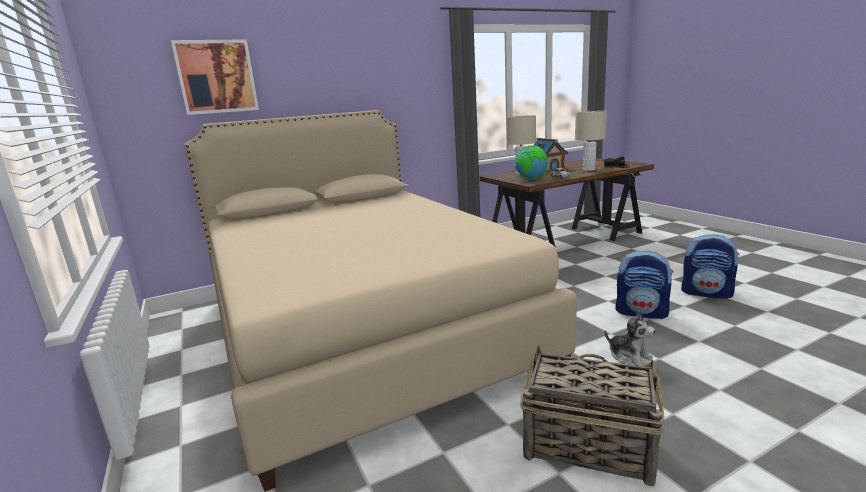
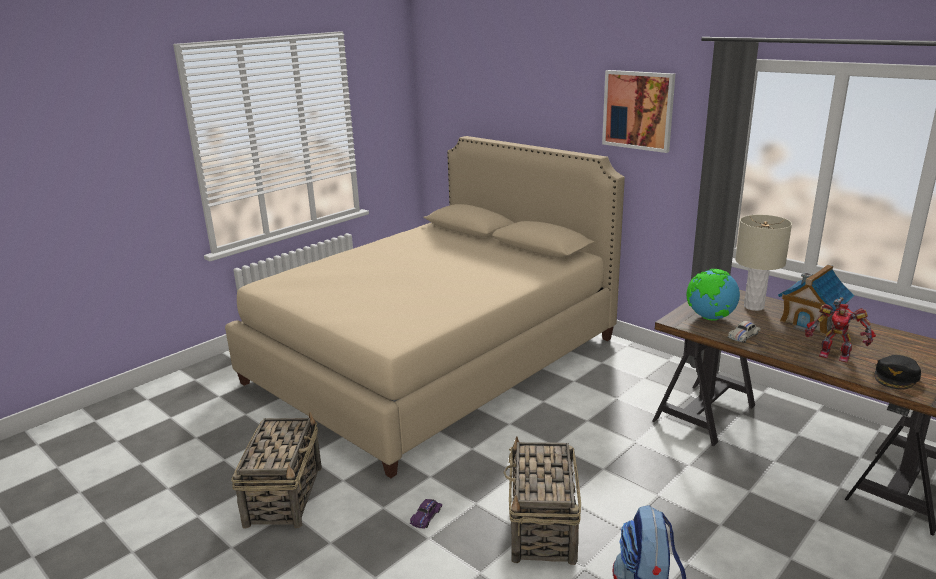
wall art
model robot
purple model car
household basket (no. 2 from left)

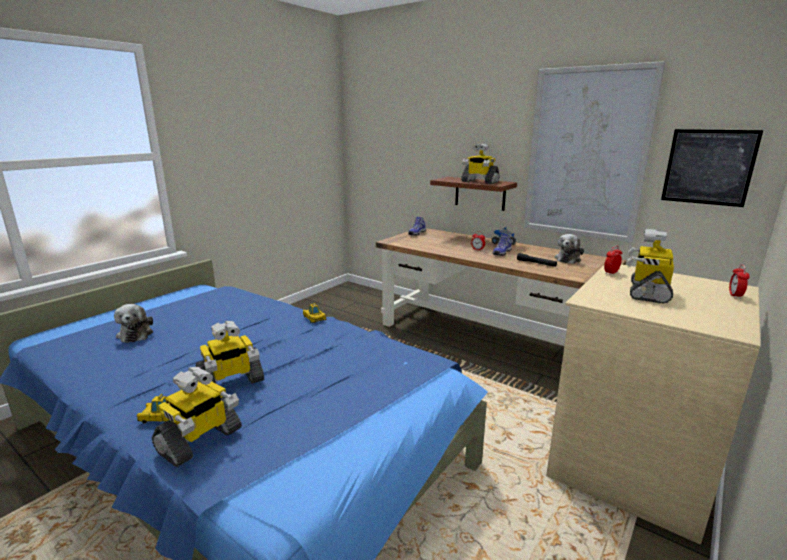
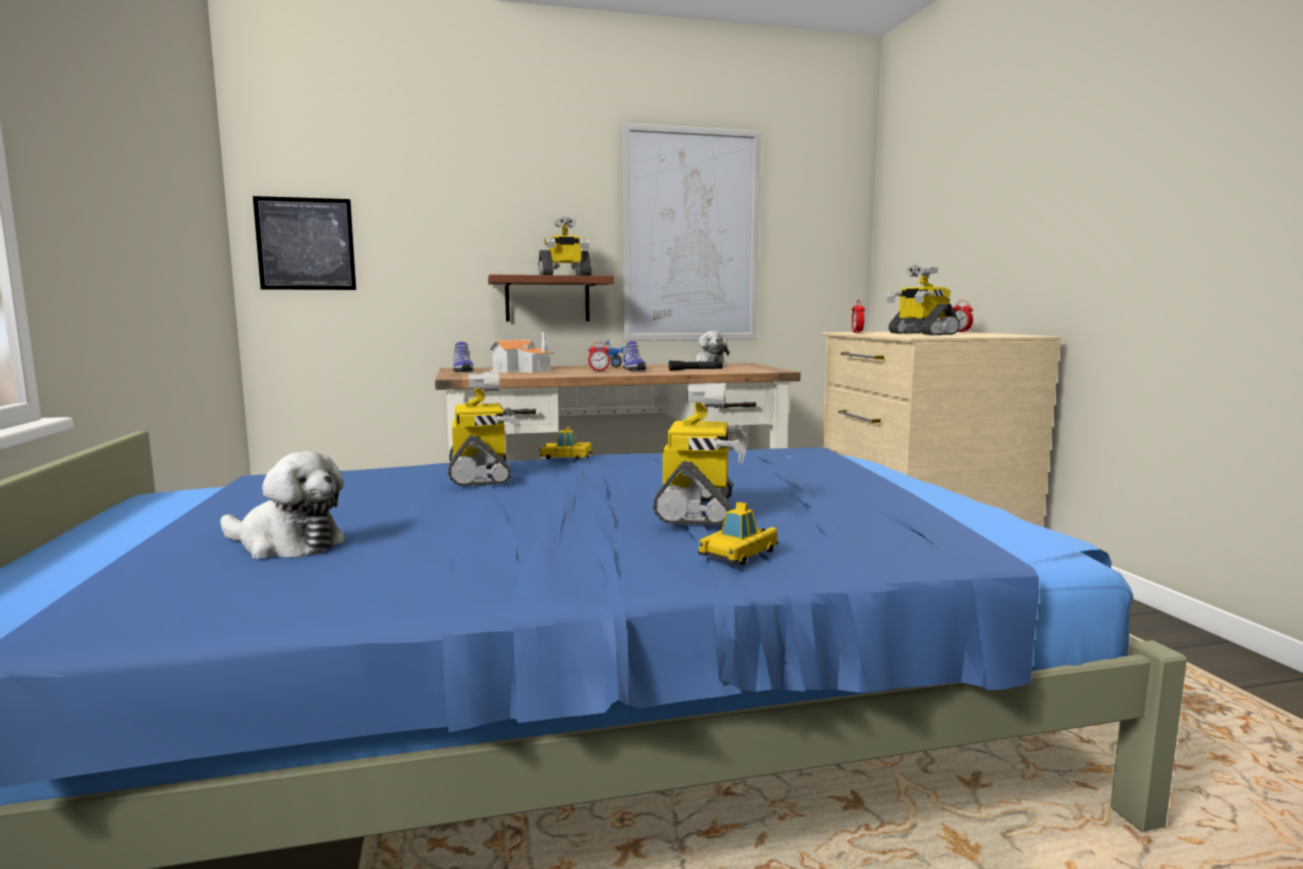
toy house
model robot (no. 1 from left)
wall art (no. 1 from left)

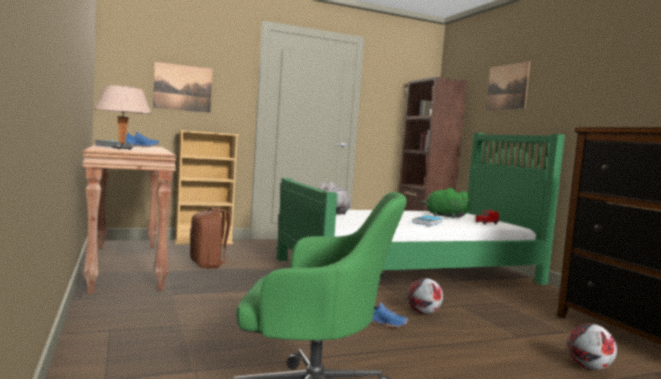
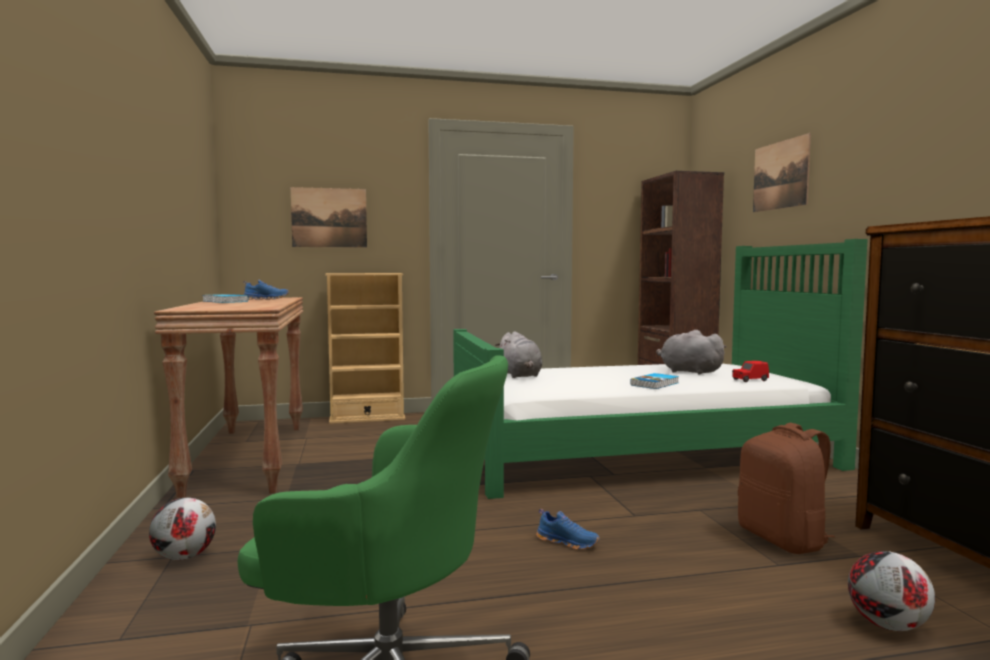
sand-coloured tabletop lamp
brown knapsack
ball for football (no. 1 from left)
gray plush toy (no. 2 from left)

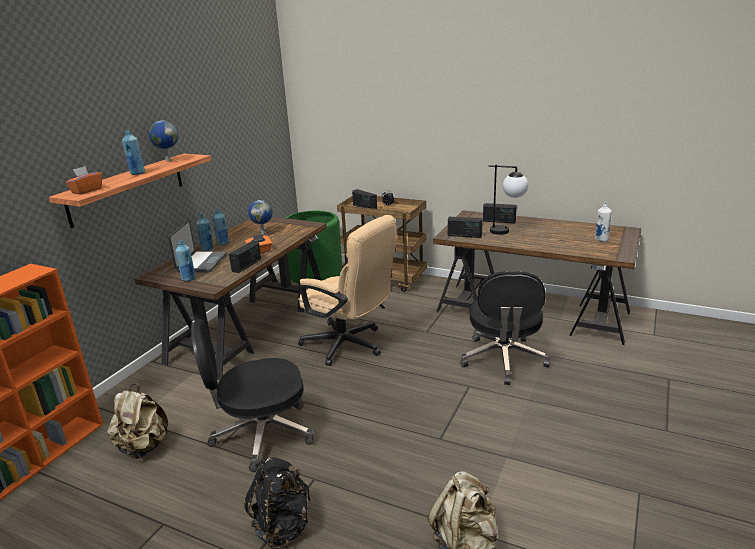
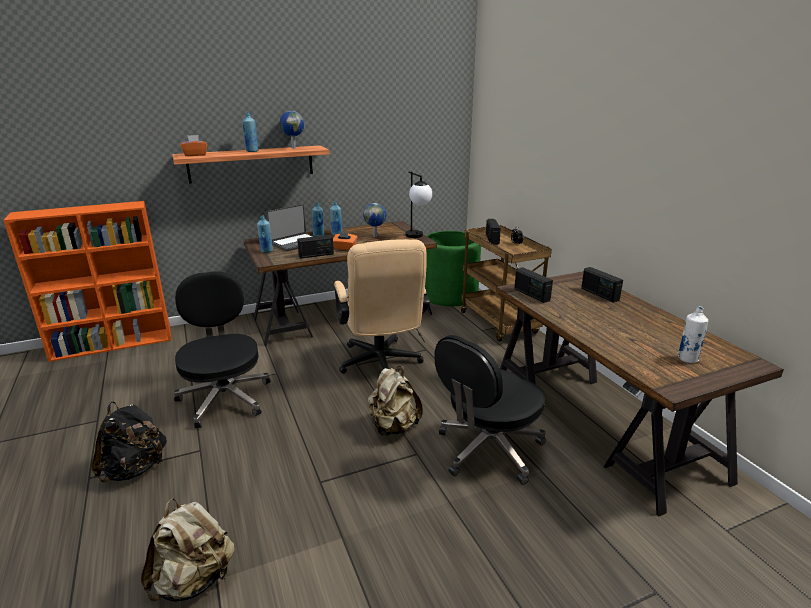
sand-coloured knapsack (no. 2 from left)
tabletop lamp
black-coloured desk chair (no. 1 from left)

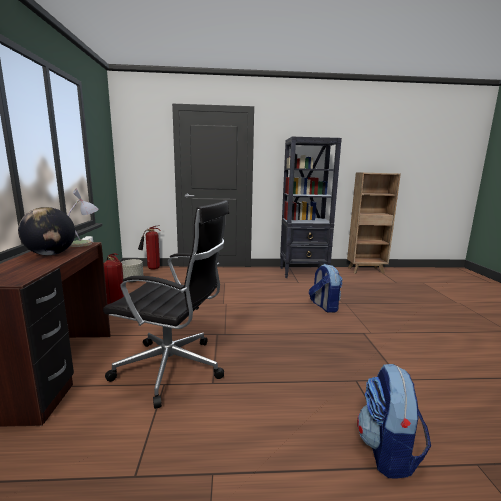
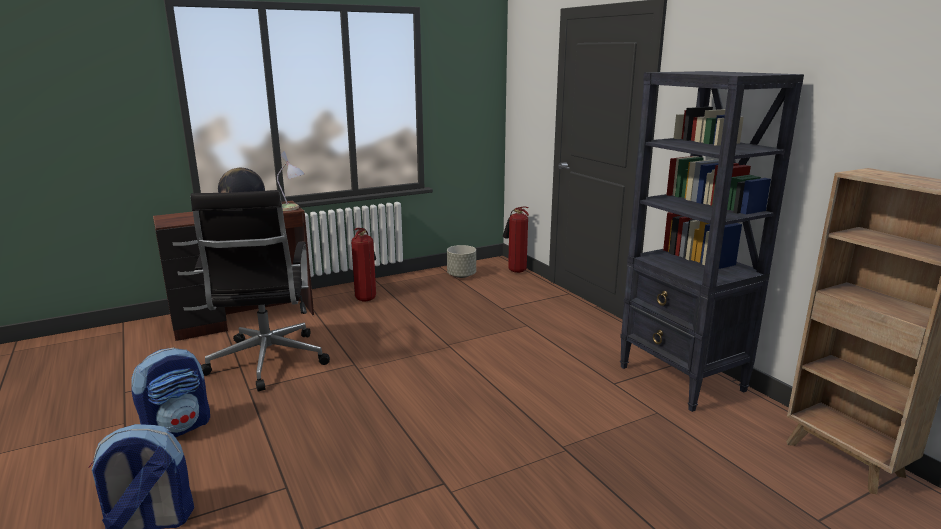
knapsack (no. 2 from left)

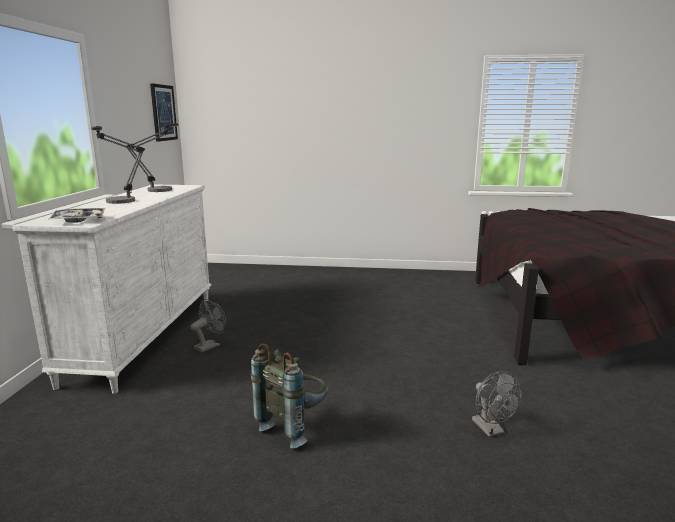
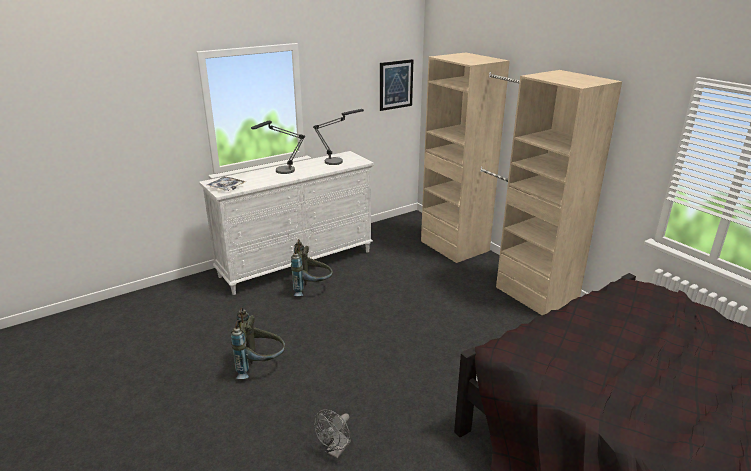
sand-coloured clothes cupboard
gray knapsack (no. 2 from left)

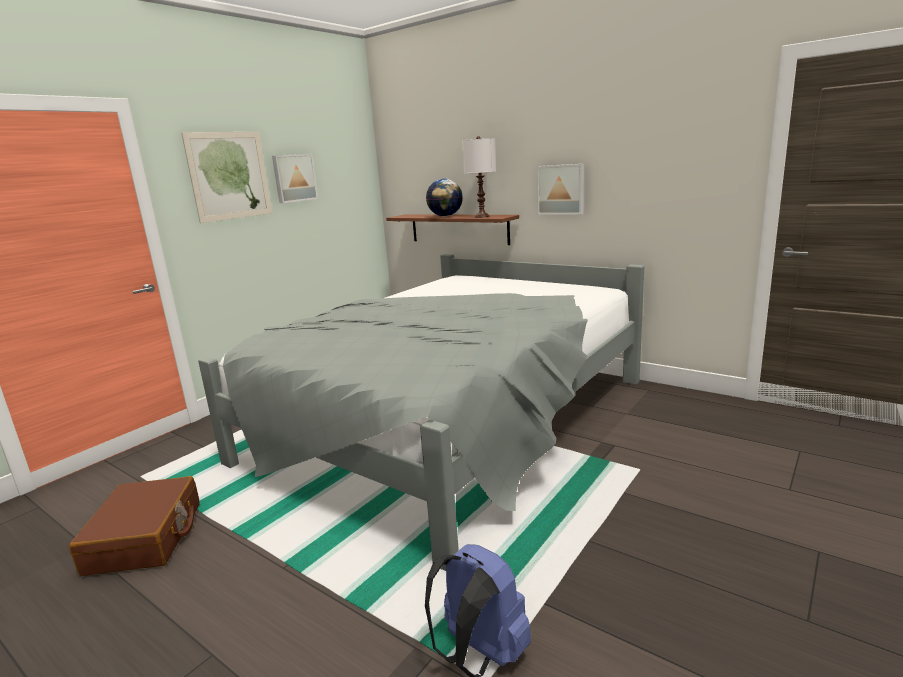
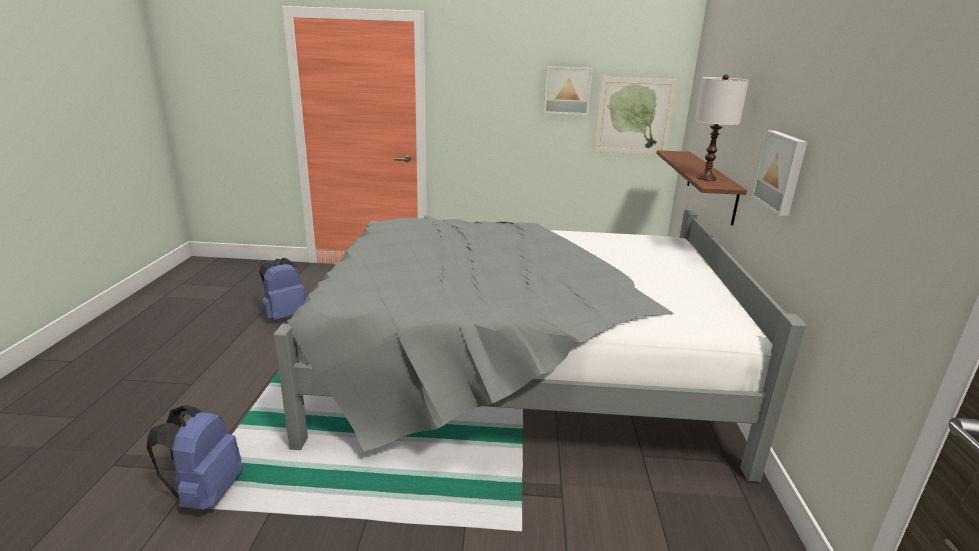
world globe
wall art (no. 2 from left)
blue knapsack (no. 2 from left)

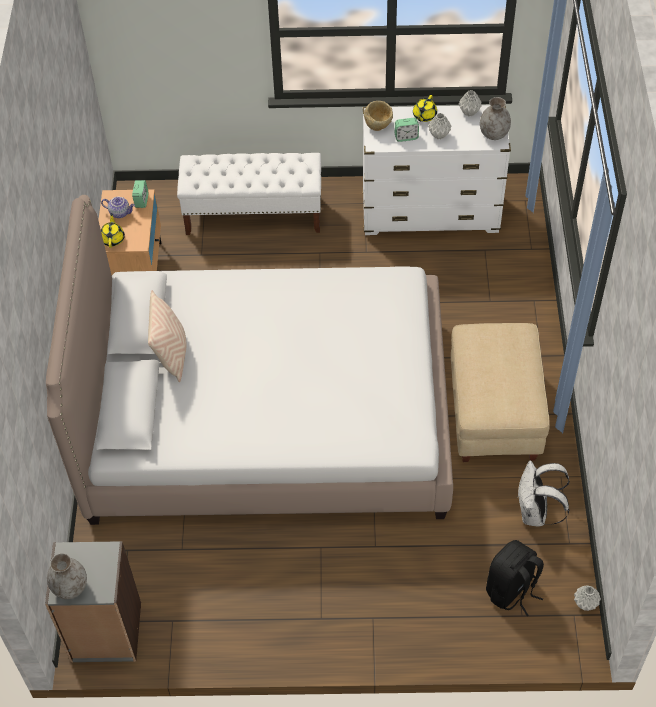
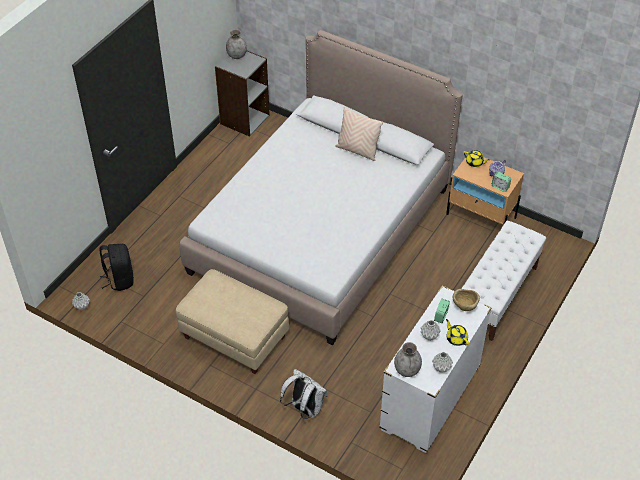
white knapsack

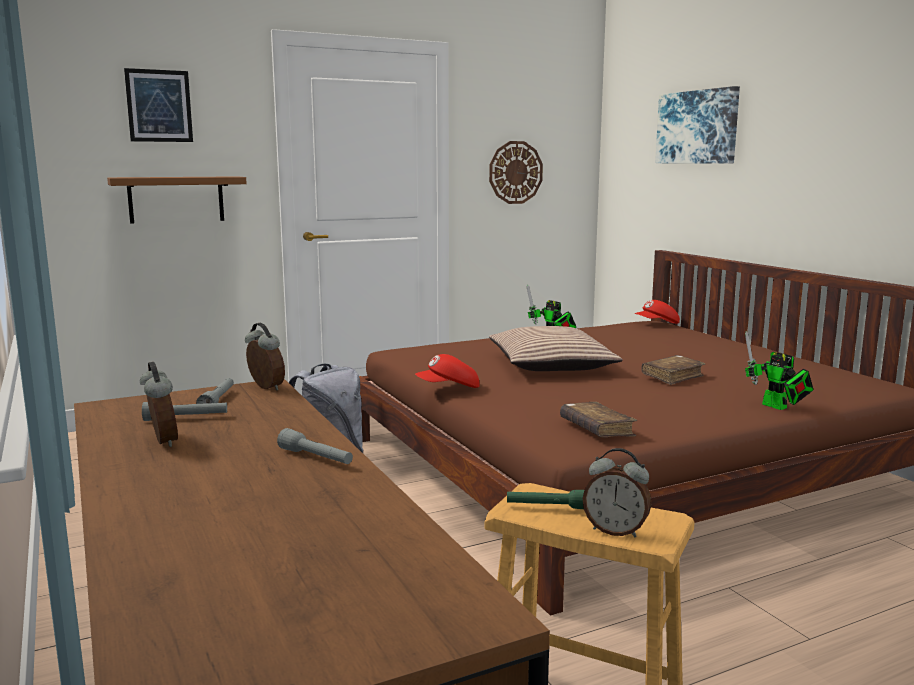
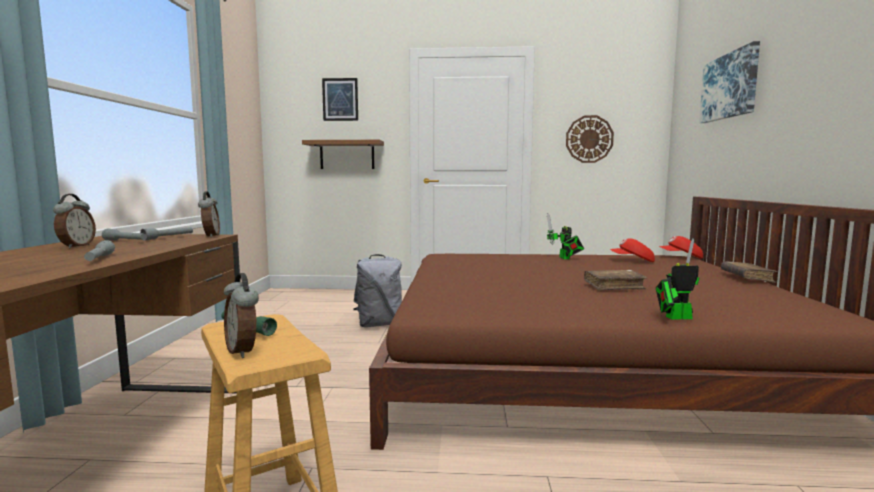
throw pillow
red-coloured baseball cap (no. 1 from left)
brown book (no. 2 from left)
model robot (no. 2 from left)

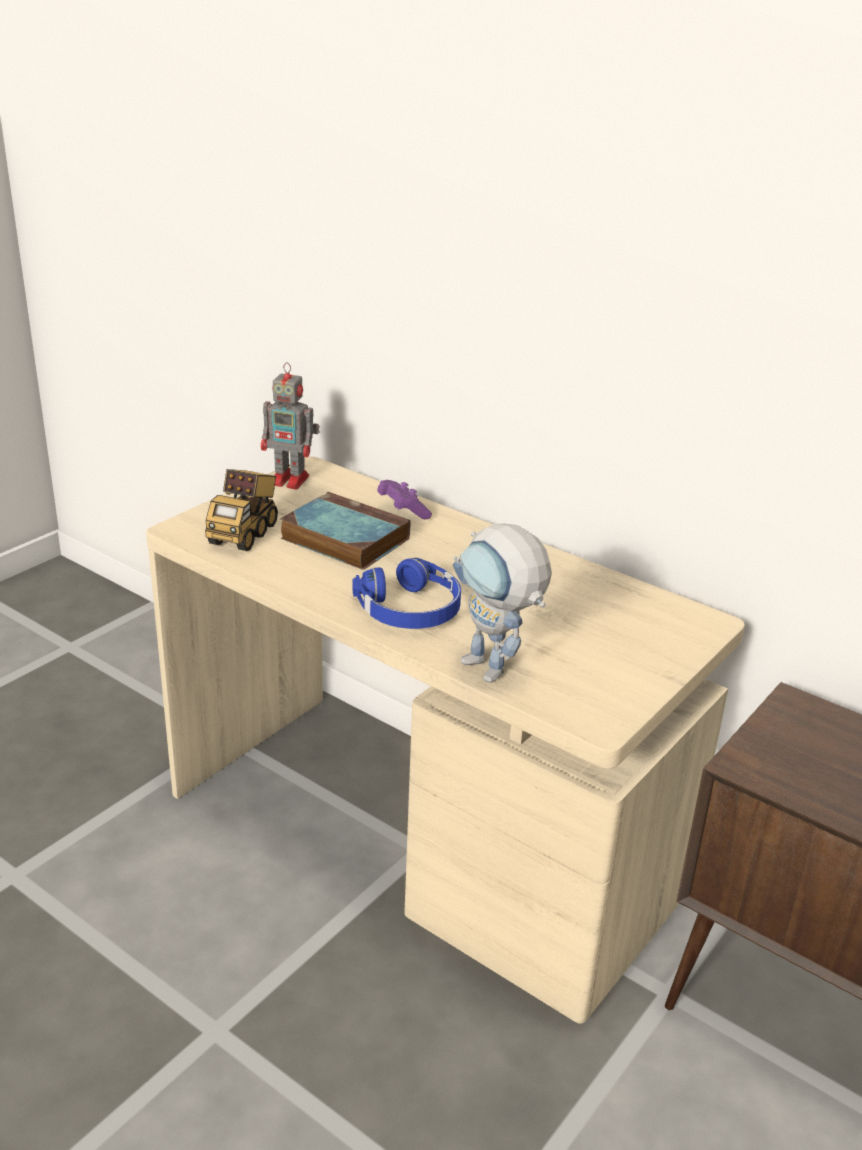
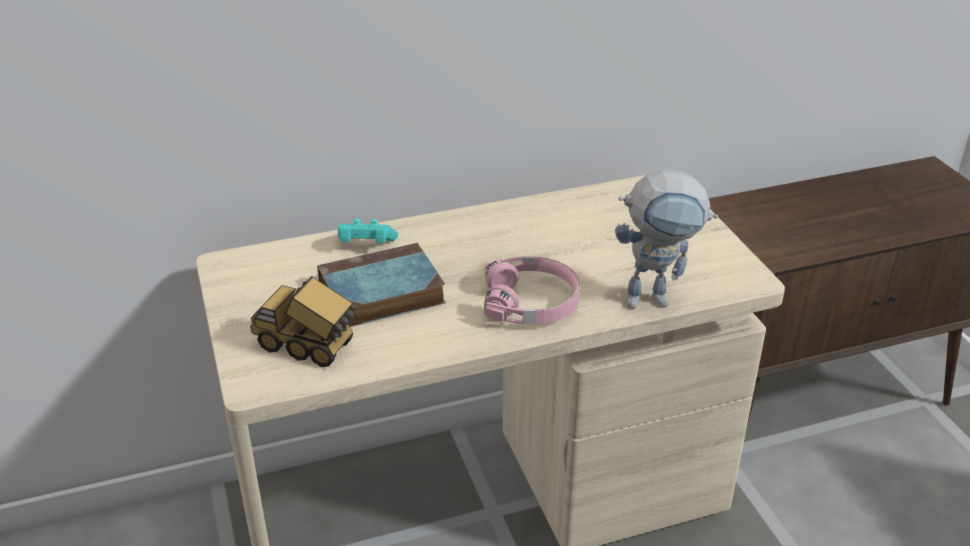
model robot (no. 1 from left in the first image)
pinkish headset
blue-green joypad
toy truck

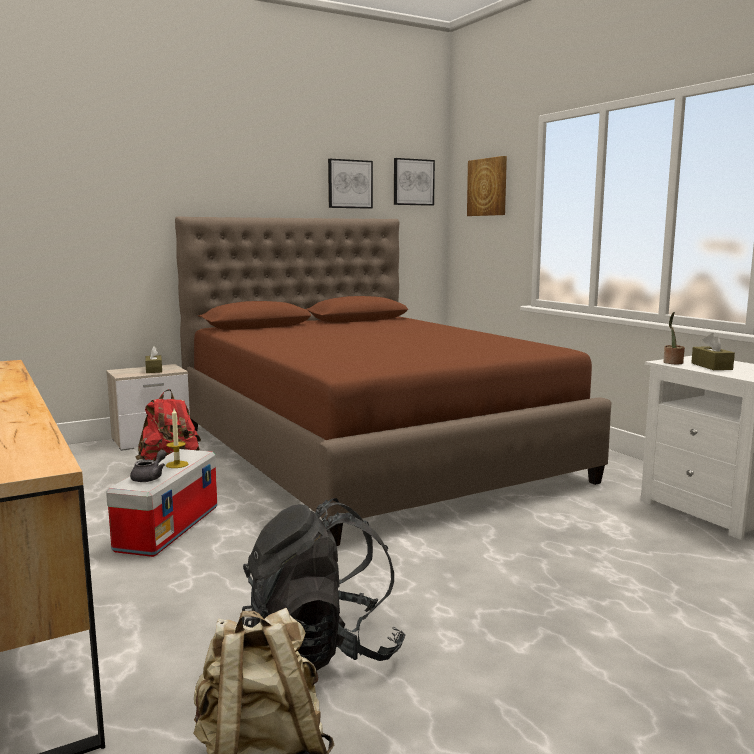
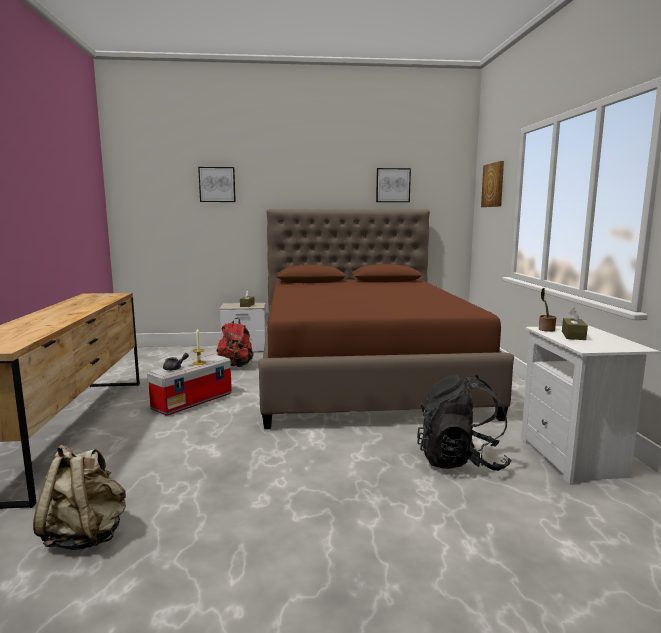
black-coloured knapsack
wall art (no. 1 from left)

